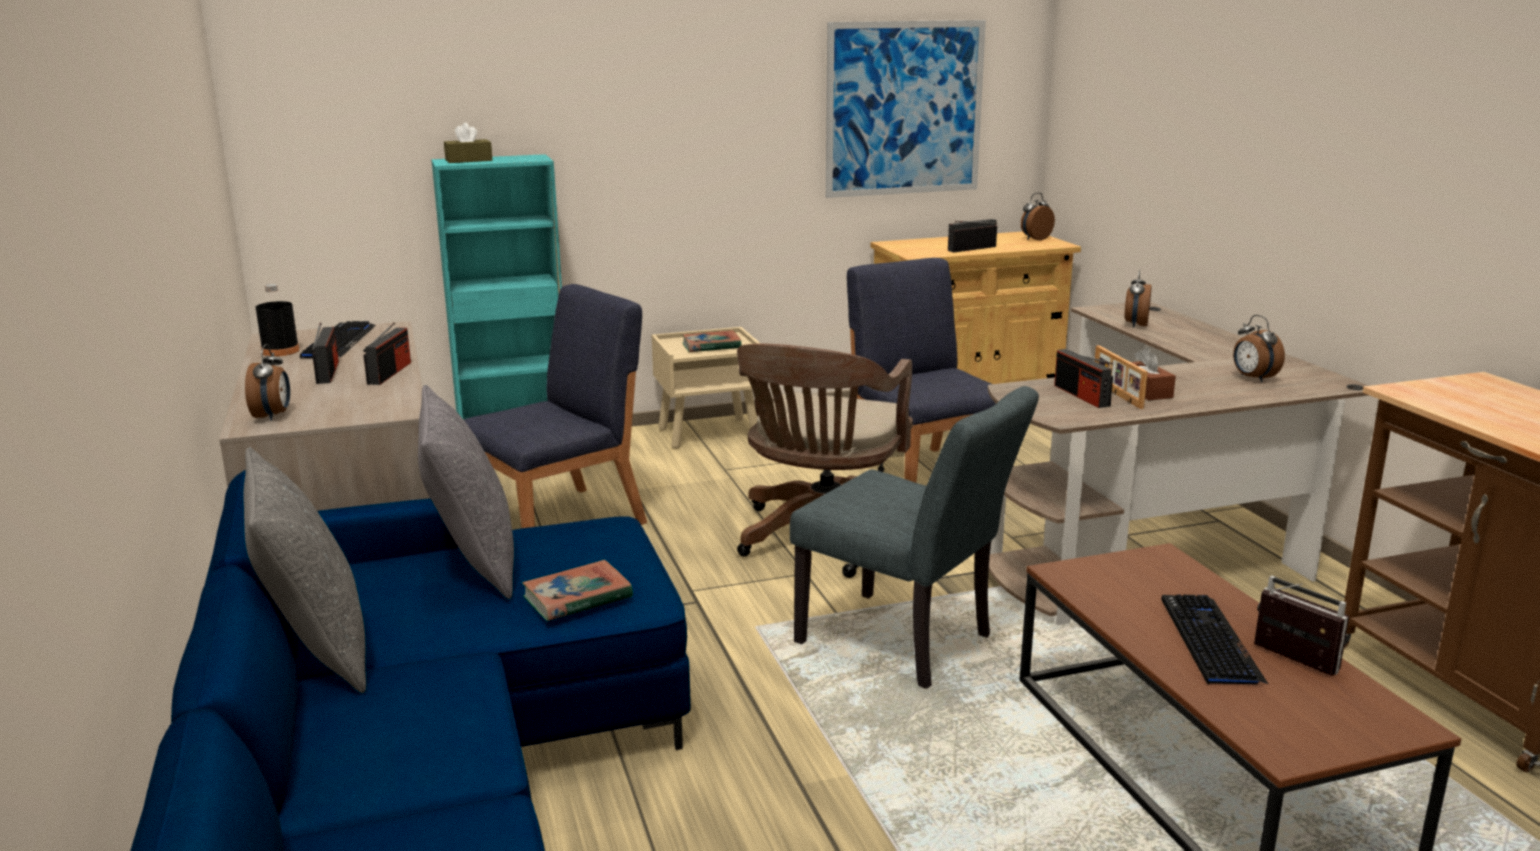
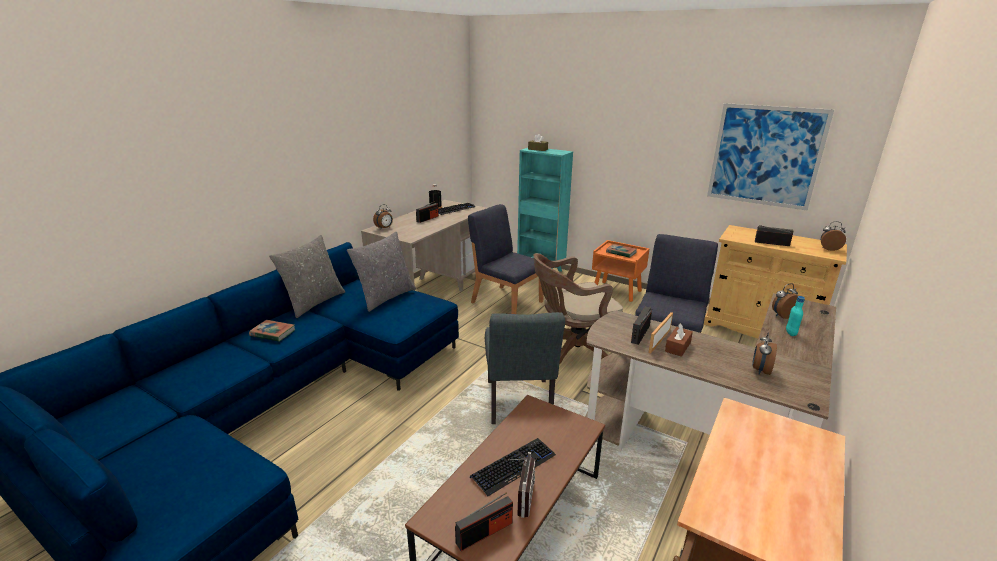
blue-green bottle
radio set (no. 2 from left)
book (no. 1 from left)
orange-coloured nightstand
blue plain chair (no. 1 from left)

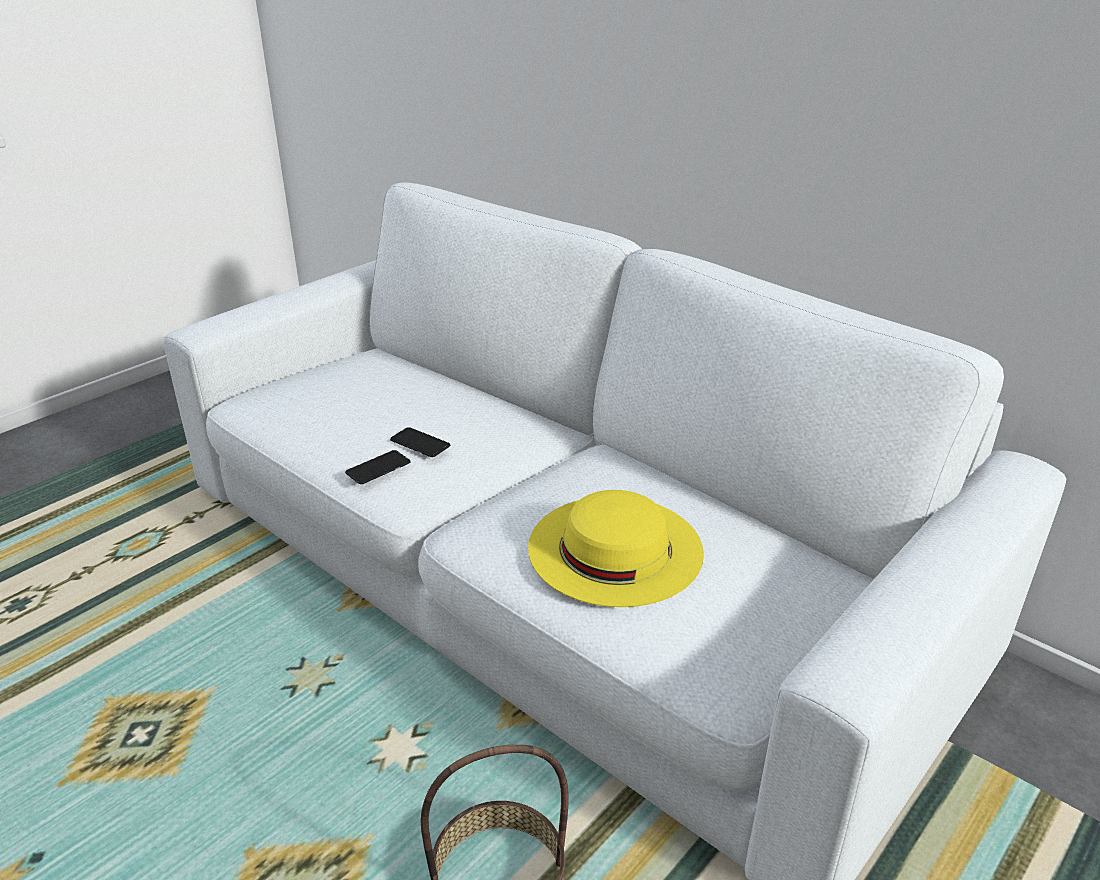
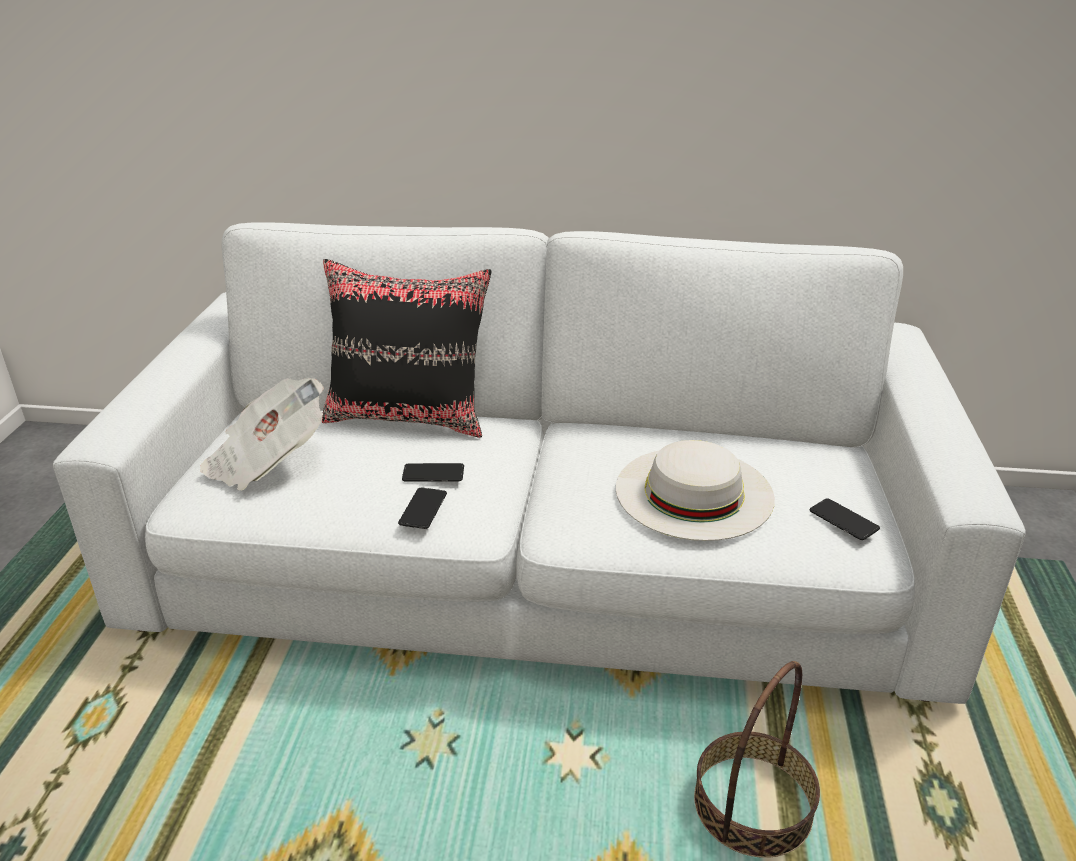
printed paper
black-coloured throw pillow
phone (no. 3 from left)
white hat

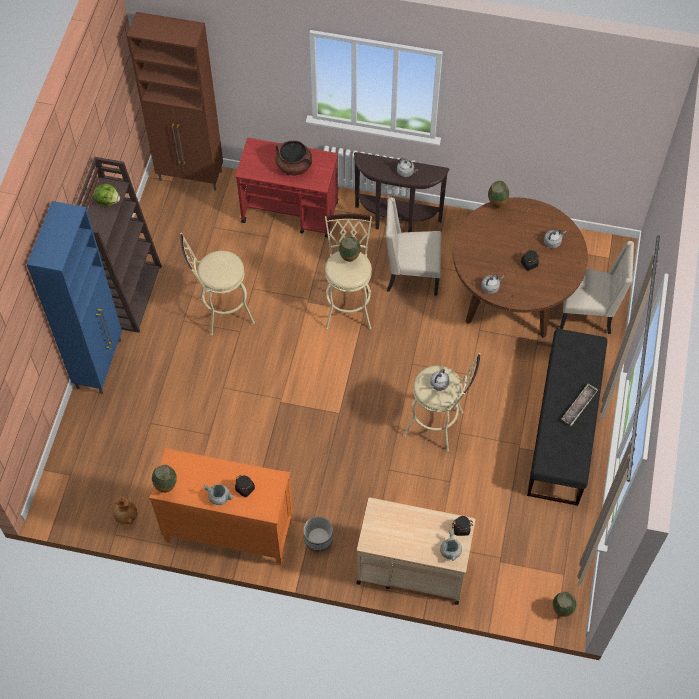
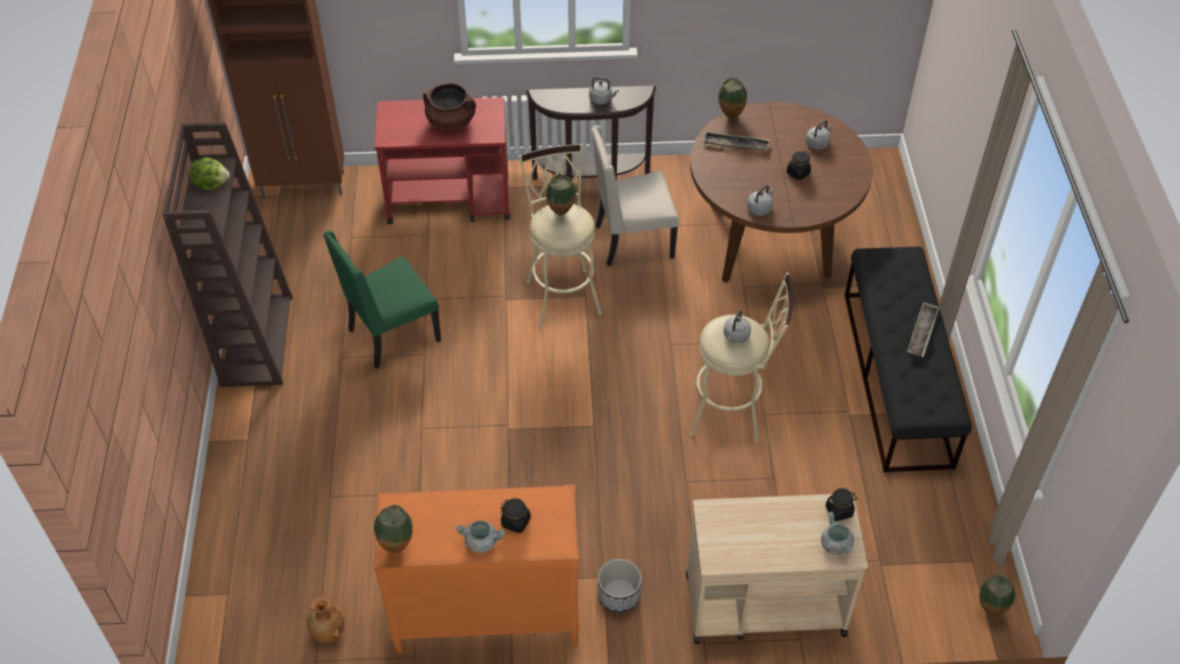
blue storage cabinet
sand-coloured plain chair (no. 2 from left in the first image)
serving tray (no. 1 from left)
greenish plain chair

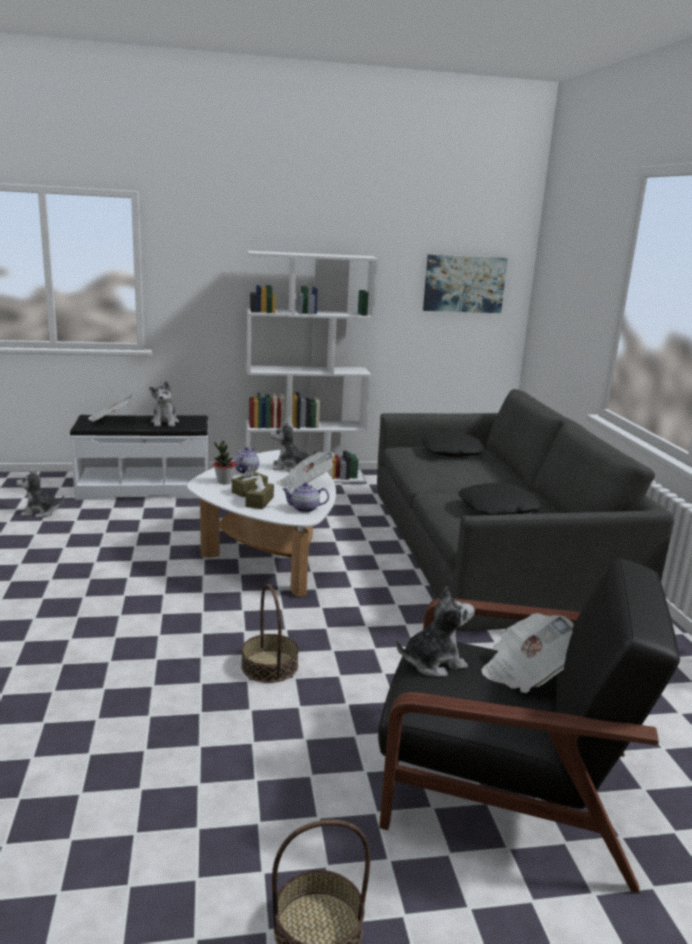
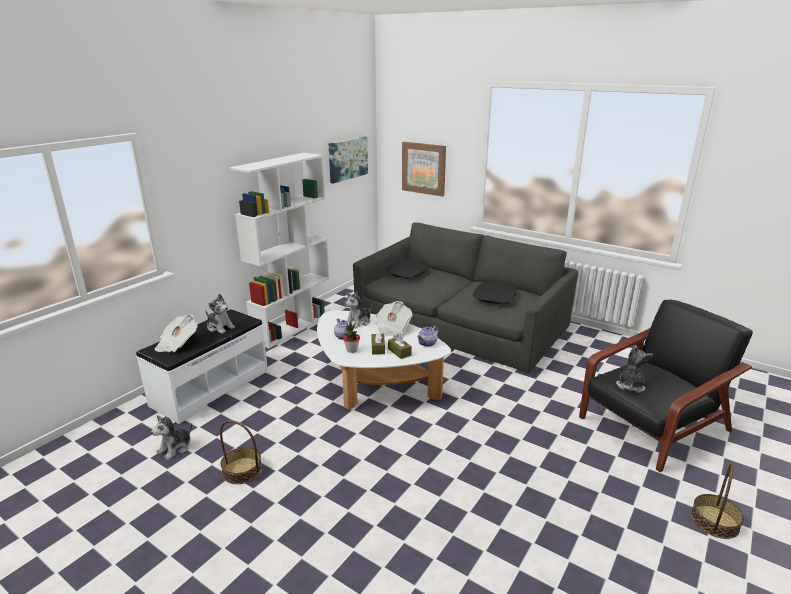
printed paper (no. 3 from left in the first image)
wall art (no. 2 from left)
household basket (no. 1 from left)

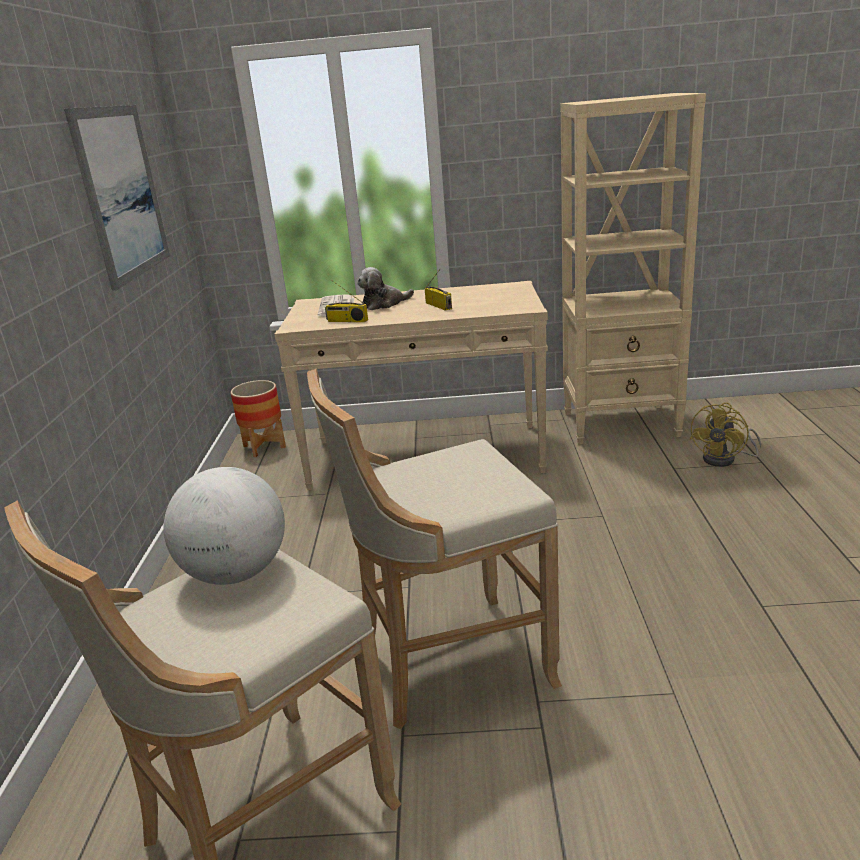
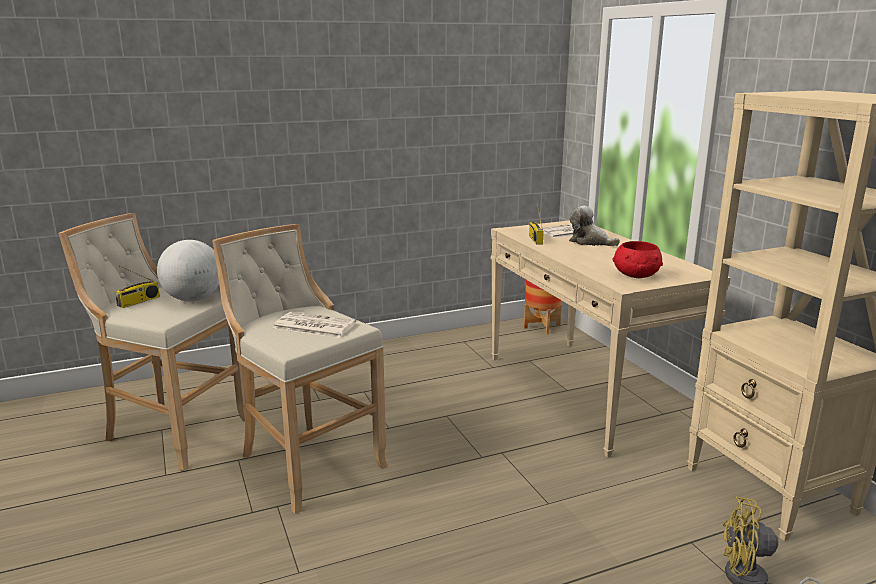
wall art
printed paper (no. 1 from left)
red-coloured bowl
radio set (no. 1 from left)

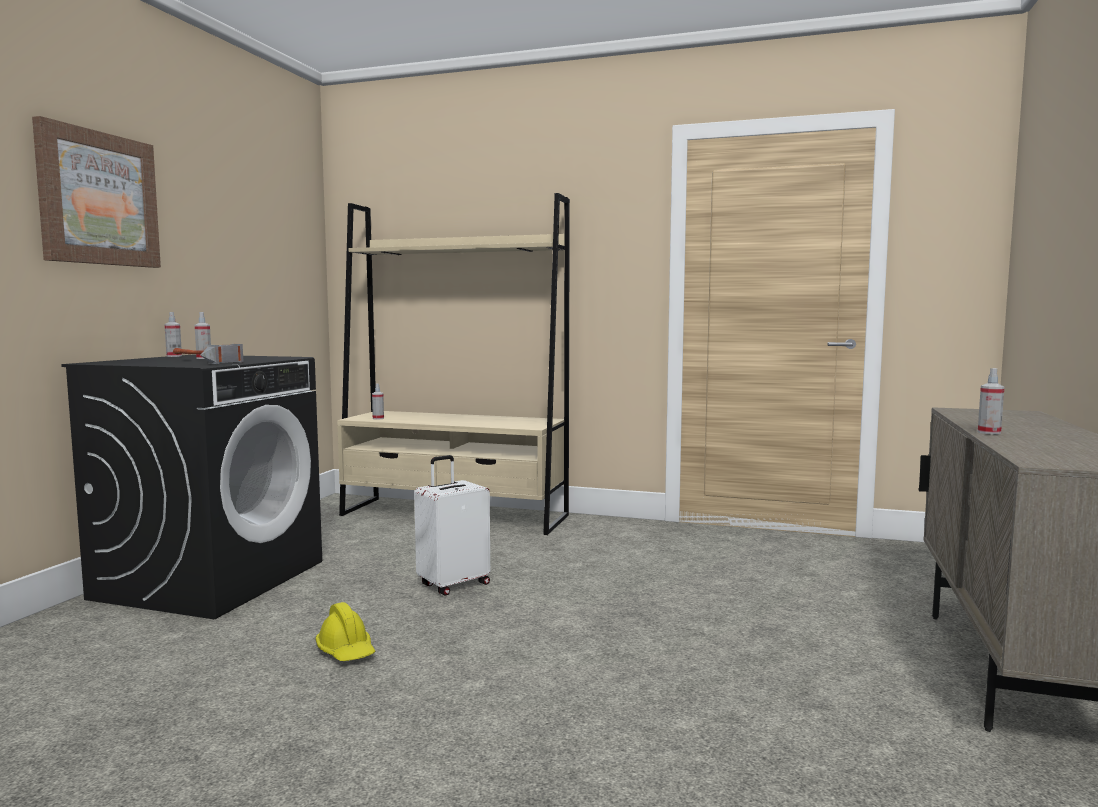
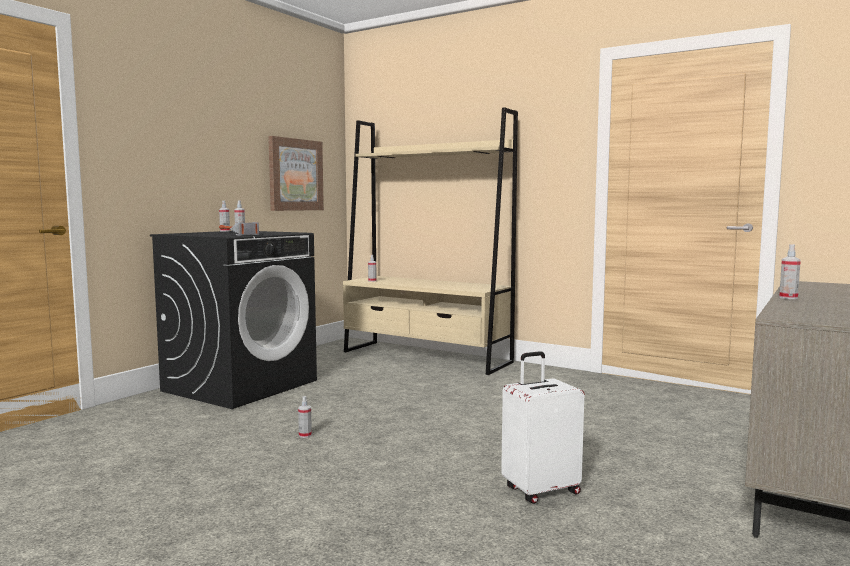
wall art
white piece of luggage
hand sprayer (no. 3 from left)

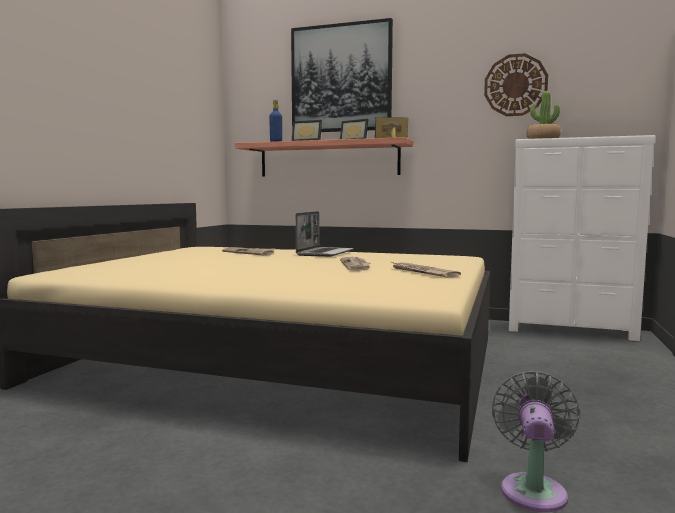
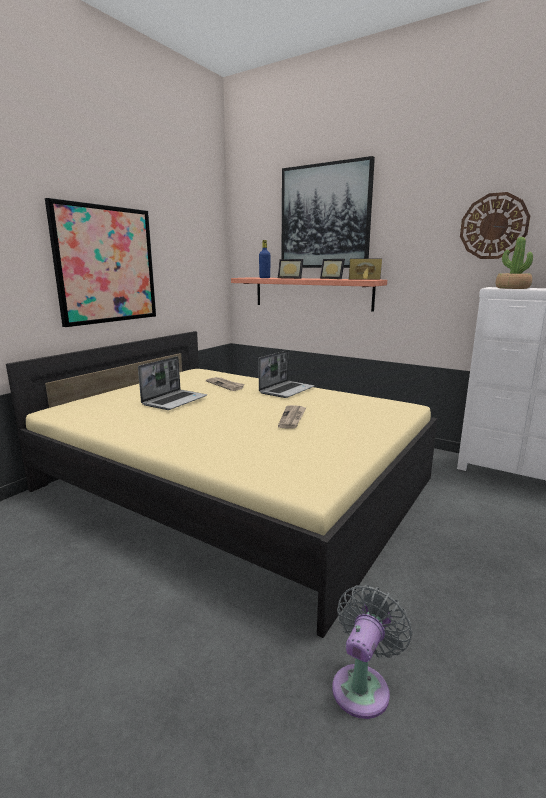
printed paper (no. 3 from left in the first image)
wall art (no. 1 from left)
notebook computer (no. 1 from left)

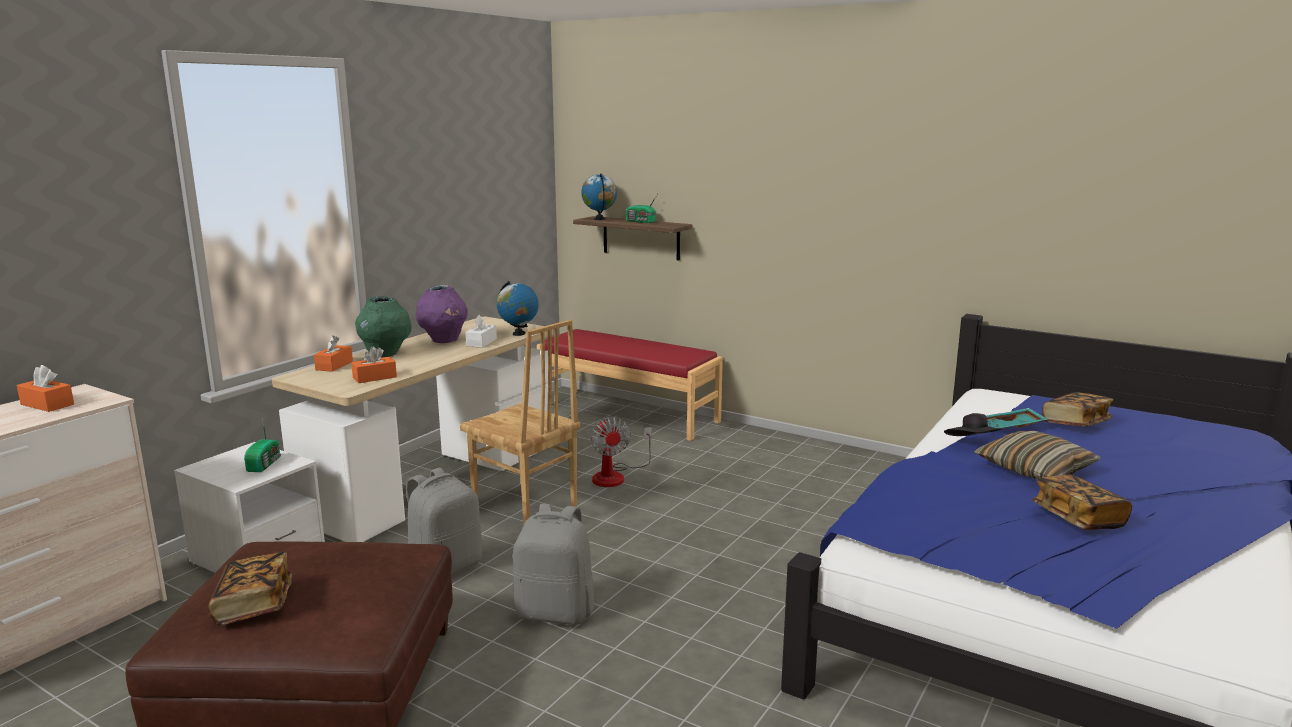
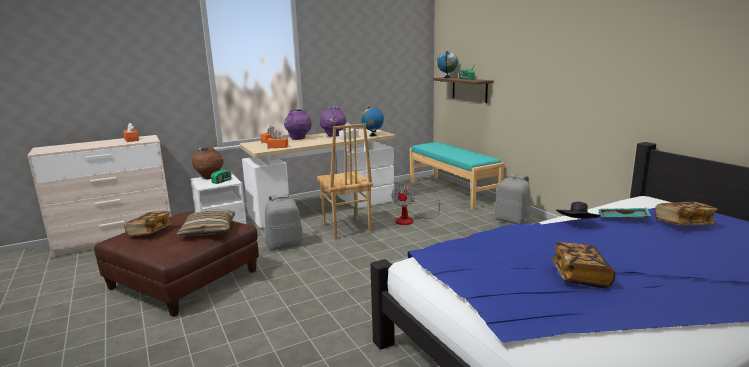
brown decorative vase
gray knapsack (no. 2 from left)
throw pillow
purple decorative vase (no. 1 from left)
blue-green bench

